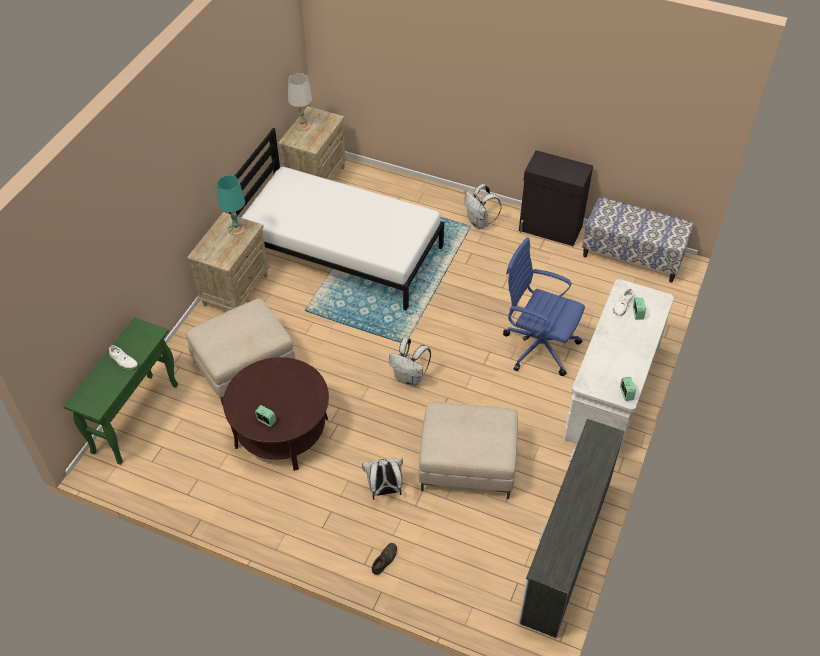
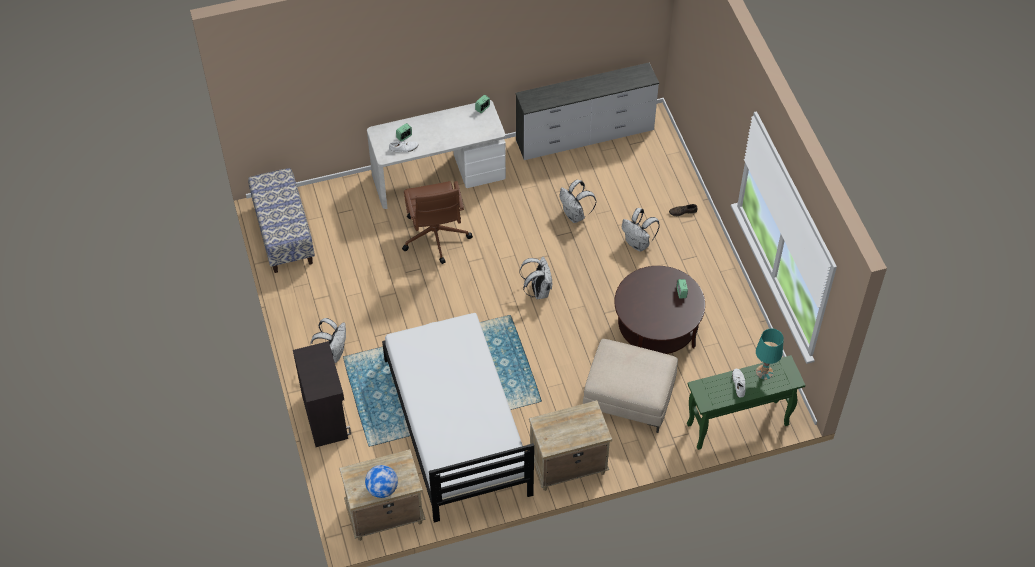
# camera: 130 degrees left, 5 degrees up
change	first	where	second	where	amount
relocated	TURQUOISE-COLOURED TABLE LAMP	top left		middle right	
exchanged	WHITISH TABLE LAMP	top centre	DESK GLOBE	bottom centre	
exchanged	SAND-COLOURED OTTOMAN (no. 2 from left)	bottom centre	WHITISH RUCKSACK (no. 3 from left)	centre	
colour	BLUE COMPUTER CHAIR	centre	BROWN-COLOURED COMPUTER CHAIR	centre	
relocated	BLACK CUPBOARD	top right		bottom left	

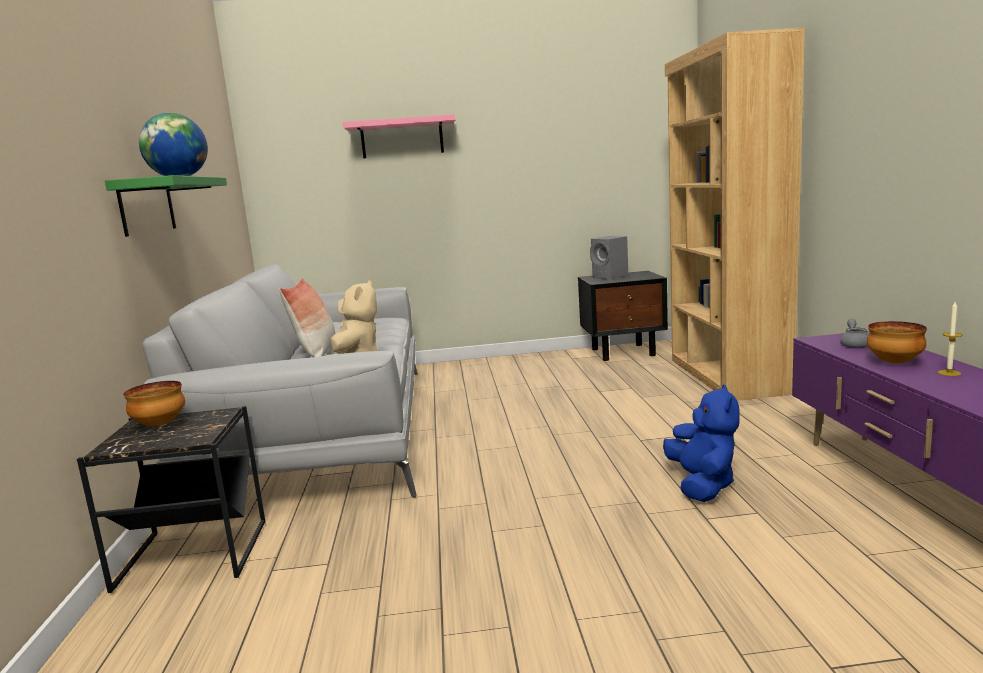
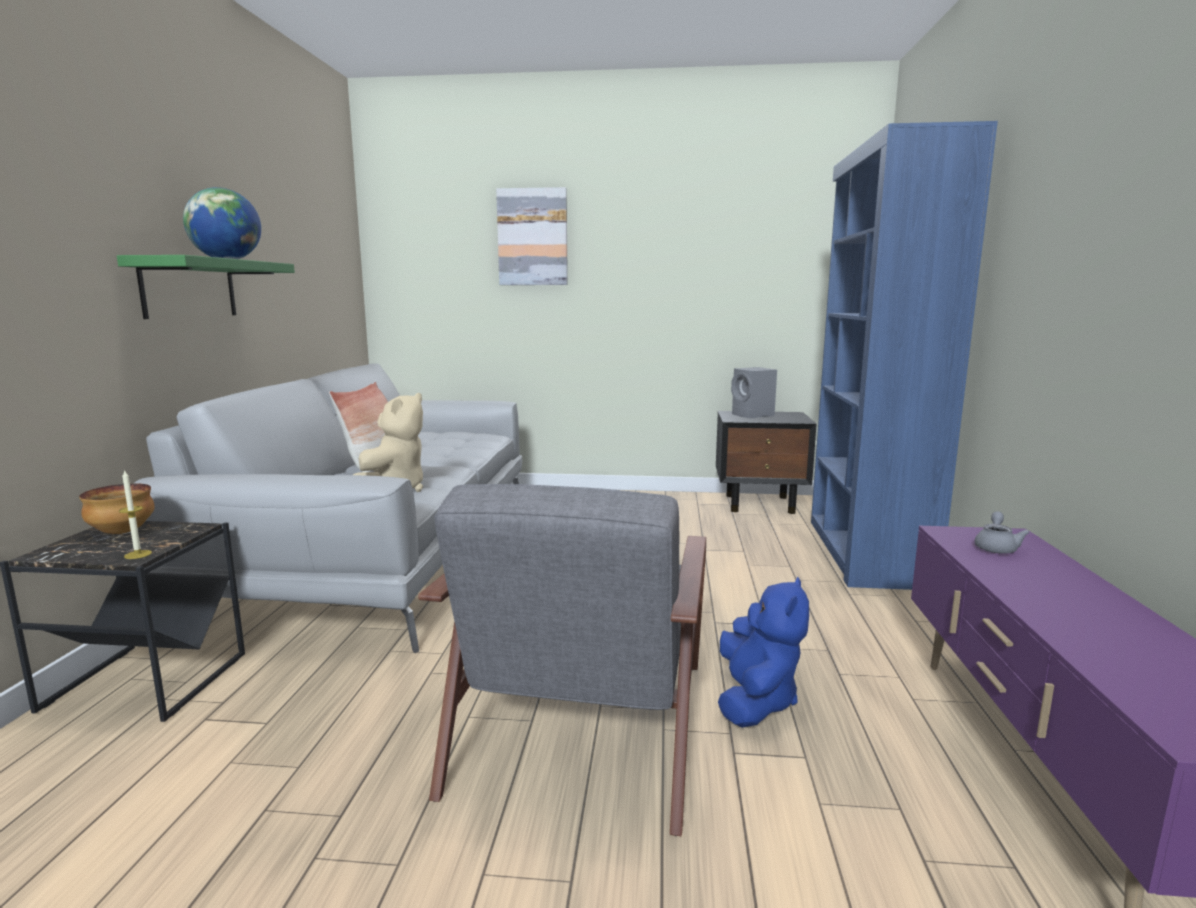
# camera: 10 degrees right, 0 degrees up
change	first	where	second	where	amount
exchanged	PINKISH SHELF	top centre	WALL ART	top centre	
colour	BROWN-COLOURED BOOKCASE	top right	BLUE BOOKCASE	middle right	
missing	SERVING BOWL (no. 2 from left)	middle right			
relocated	WAX CANDLE	middle right		middle left	
appeared			GREYISH ARMCHAIR	bottom centre	

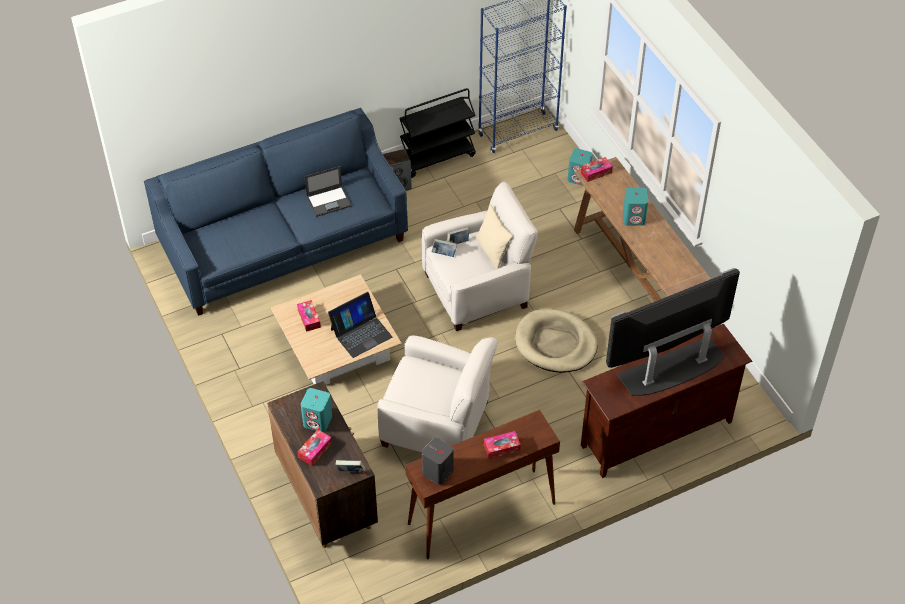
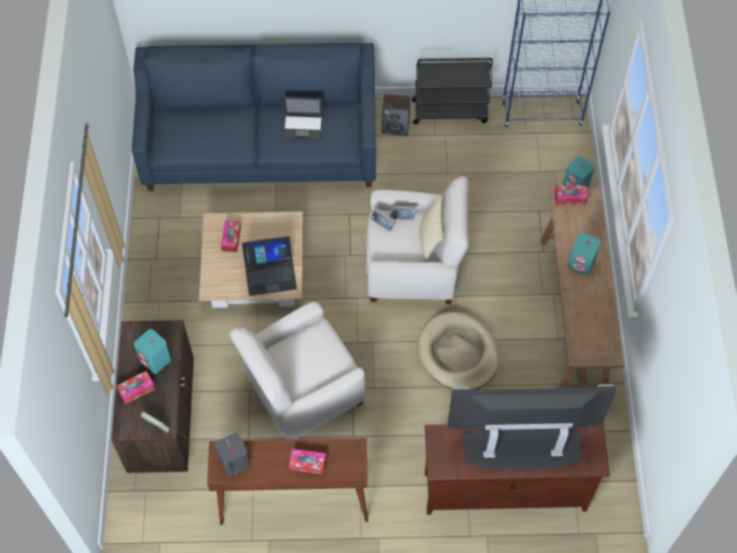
# camera: 25 degrees right, 10 degrees up
change	first	where	second	where	amount
spun	WHITISH ARMCHAIR (no. 1 from left)	centre		bottom centre	105 degrees clockwise

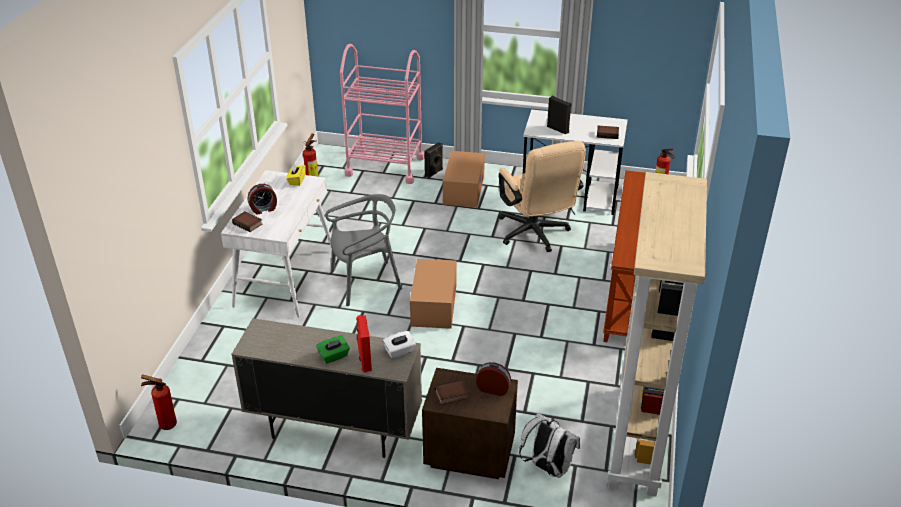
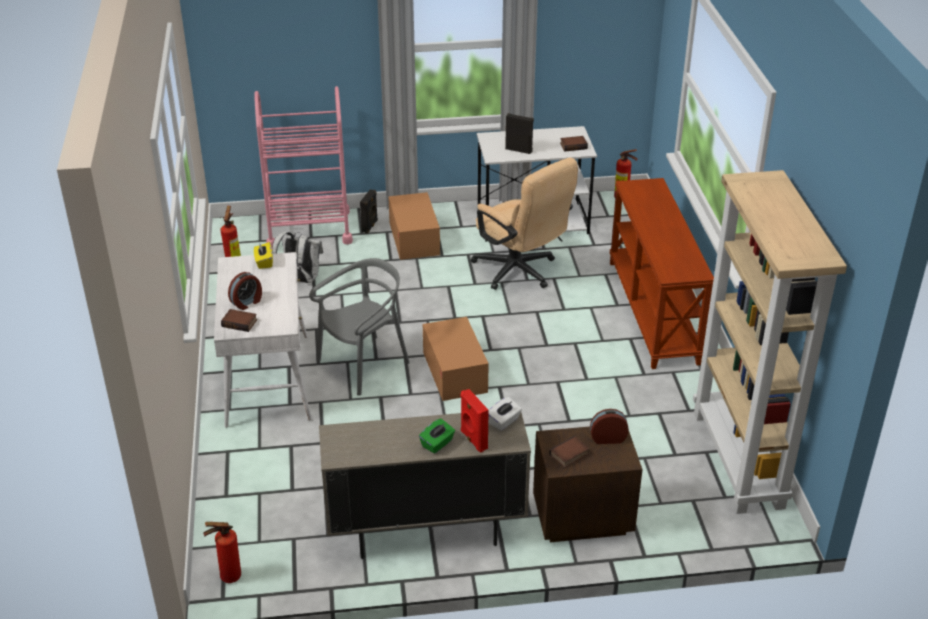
# camera: 20 degrees left, 0 degrees up
change	first	where	second	where	amount
relocated	WHITISH RUCKSACK	bottom centre		middle left	

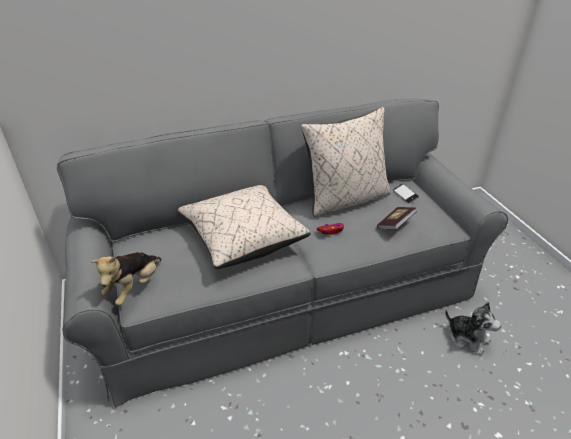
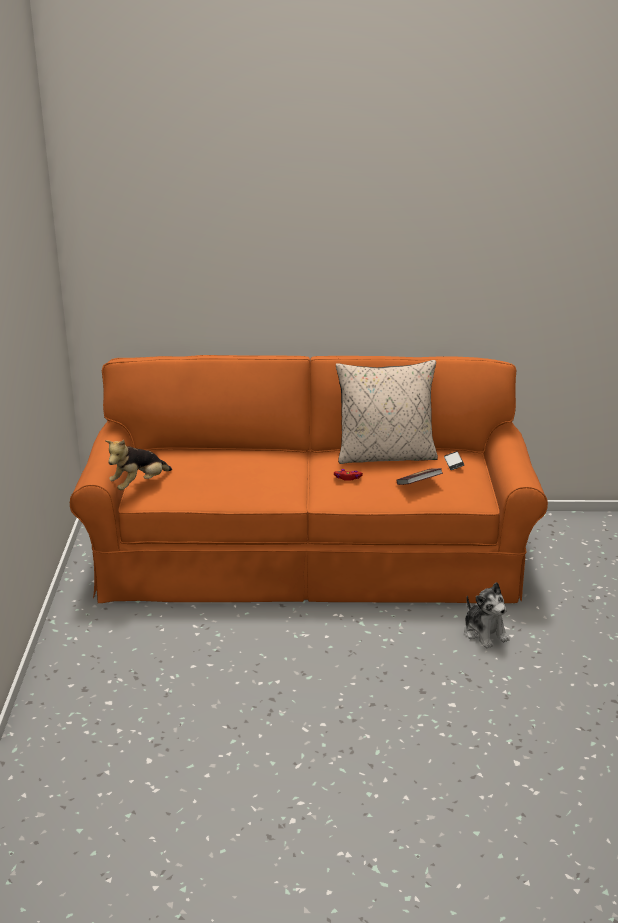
# camera: 20 degrees right, 10 degrees down
change	first	where	second	where	amount
colour	GREYISH COUCH	centre	ORANGE-COLOURED COUCH	centre	
missing	SAND-COLOURED PILLOW (no. 1 from left)	centre			

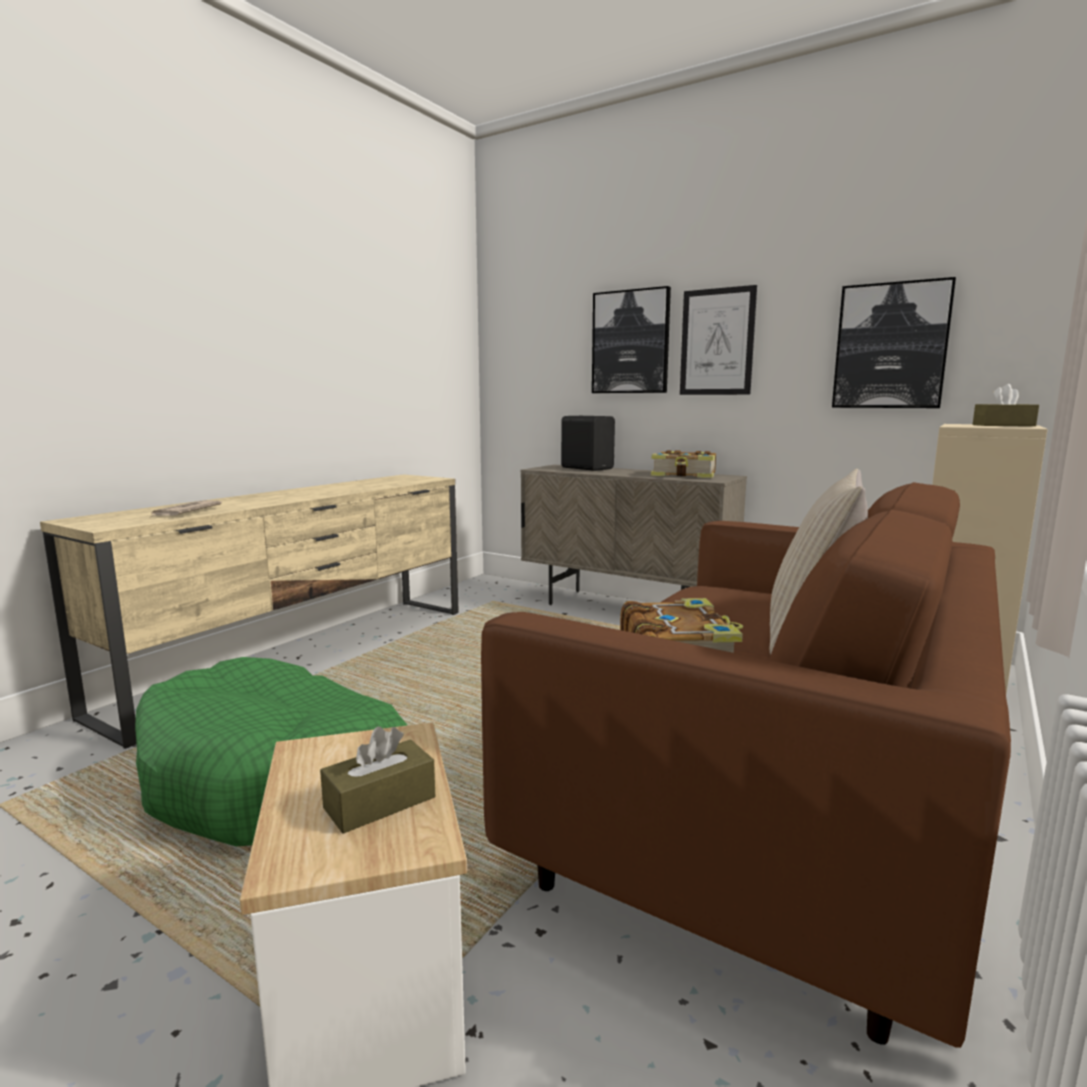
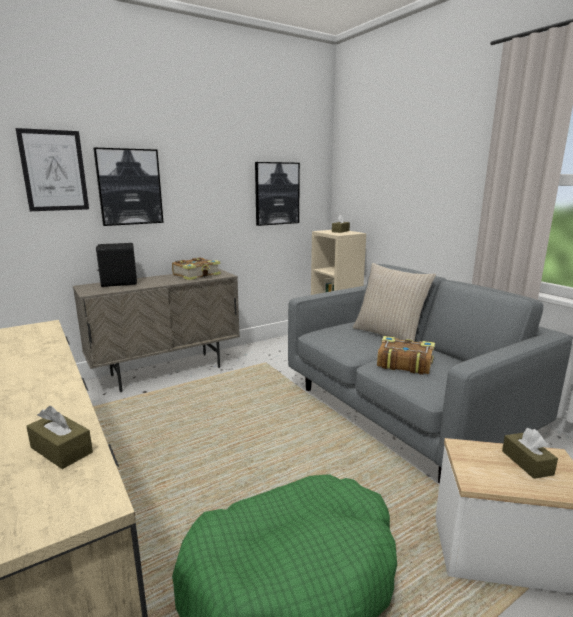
# camera: 65 degrees left, 5 degrees up
change	first	where	second	where	amount
exchanged	NEWSPAPER	middle left	BROWN-COLOURED TISSUE BOX (no. 1 from left)	bottom left	
colour	BROWN-COLOURED COUCH	bottom right	GREYISH COUCH	middle right	
relocated	WALL ART (no. 2 from left in the first image)	top centre	WALL ART (no. 1 from left)	top left	

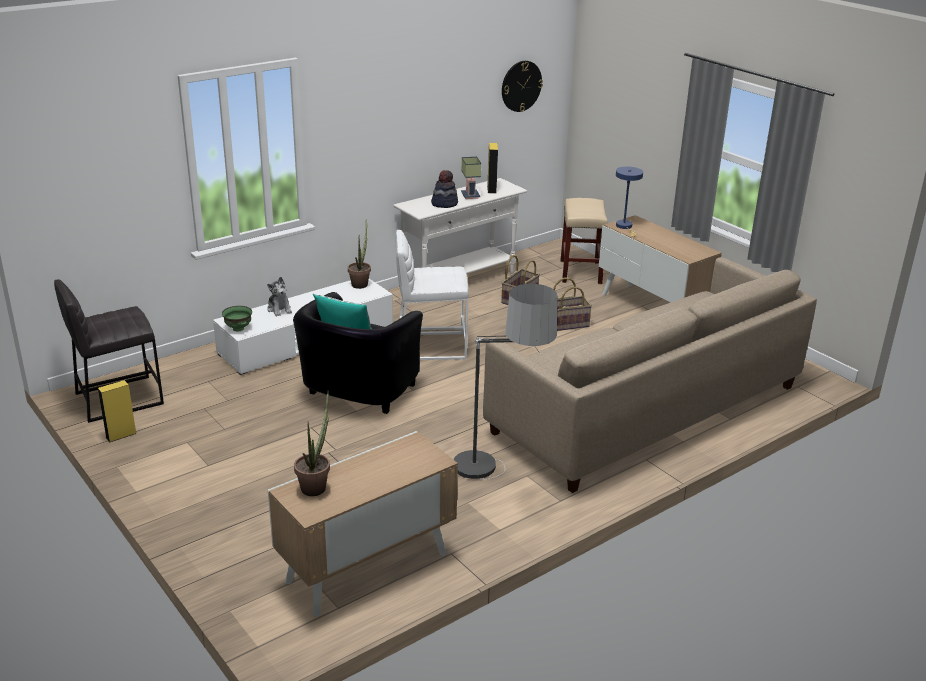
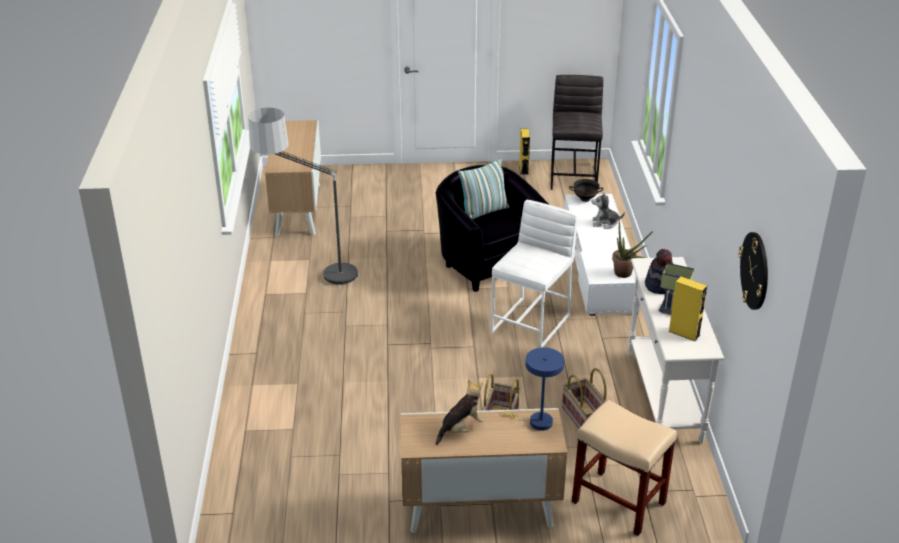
# camera: 125 degrees right, 5 degrees up
change	first	where	second	where	amount
colour	GREEN-COLOURED SERVING BOWL	middle left	BLACK SERVING BOWL	centre	
missing	POTTED PLANT (no. 1 from left)	centre			
missing	SAND-COLOURED COUCH	middle right			
appeared			CUDDLY TOY (no. 1 from left)	bottom centre	

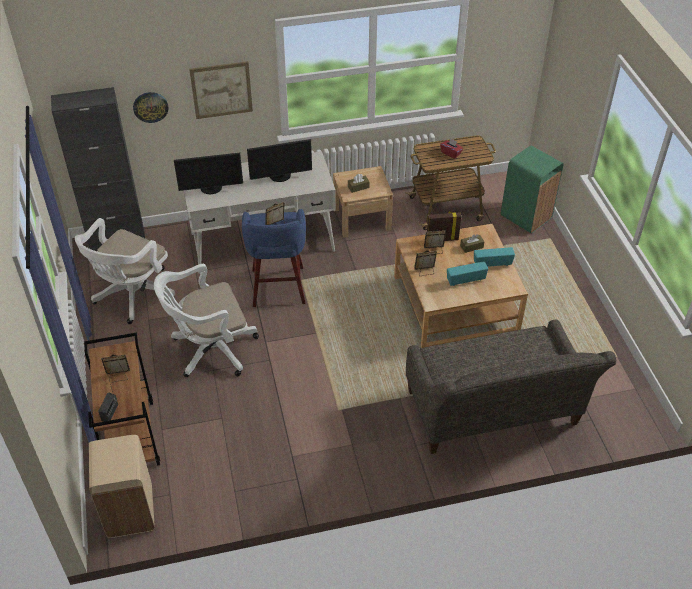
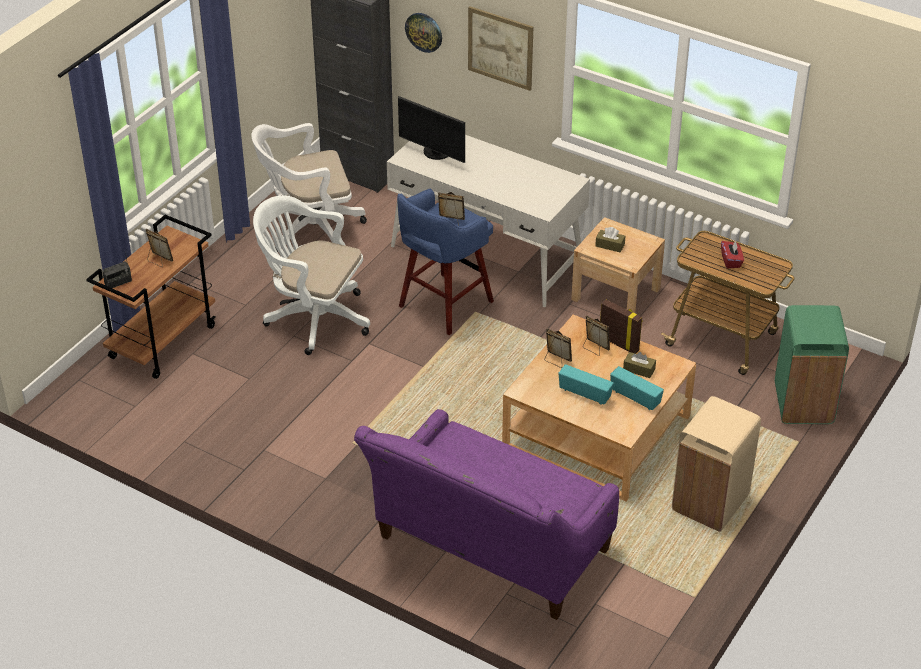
# camera: 45 degrees right, 5 degrees down
change	first	where	second	where	amount
relocated	SAND-COLOURED TRASH CAN	bottom left		bottom right	
missing	COMPUTER DISPLAY (no. 2 from left)	top centre			
colour	GREYISH COUCH	middle right	PURPLISH COUCH	bottom centre	

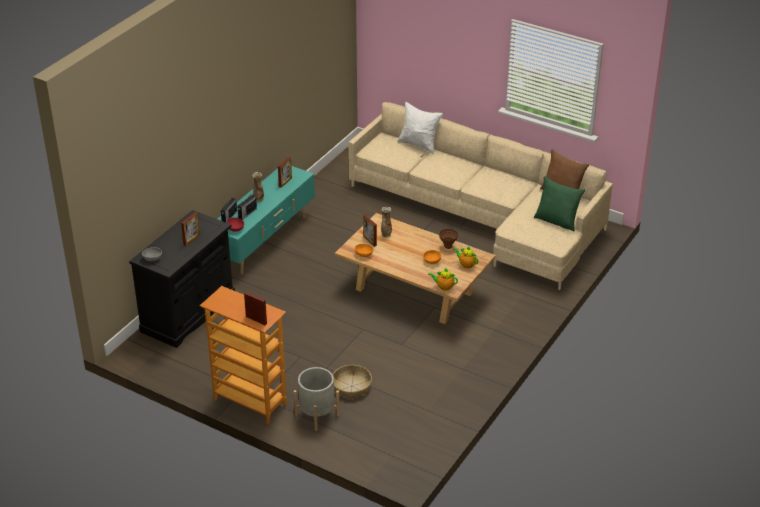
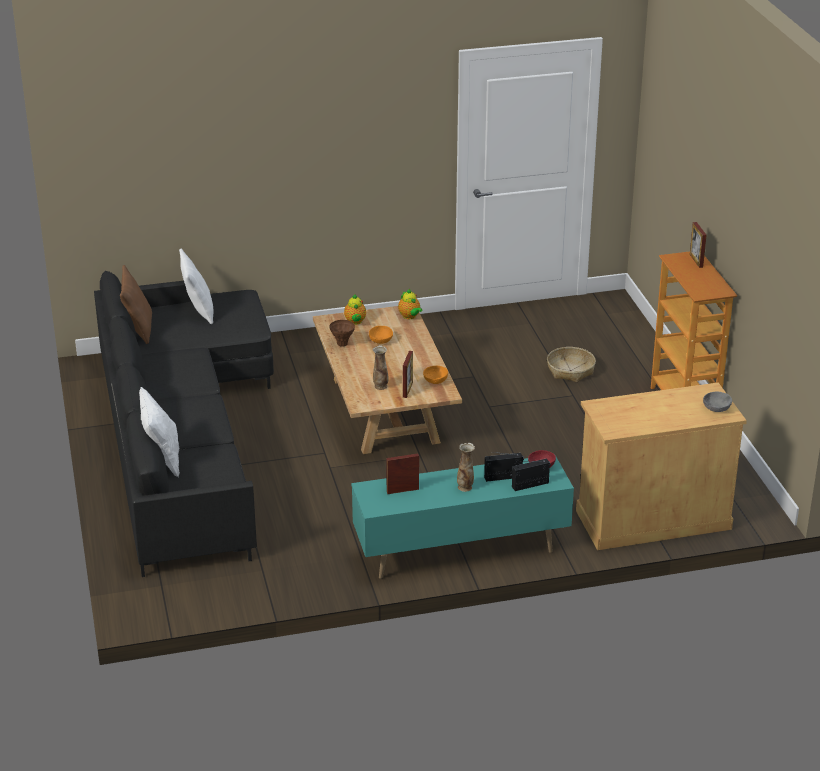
# camera: 135 degrees left, 5 degrees down
change	first	where	second	where	amount
colour	BLACK CUPBOARD	middle left	SAND-COLOURED CUPBOARD	middle right	
missing	PHOTO FRAME (no. 1 from left)	middle left			
missing	GREYISH PLANTER	bottom centre			
colour	SAND-COLOURED COUCH	centre	BLACK COUCH	middle left	
colour	GREEN-COLOURED PILLOW	middle right	WHITISH PILLOW (no. 2 from left)	middle left	

